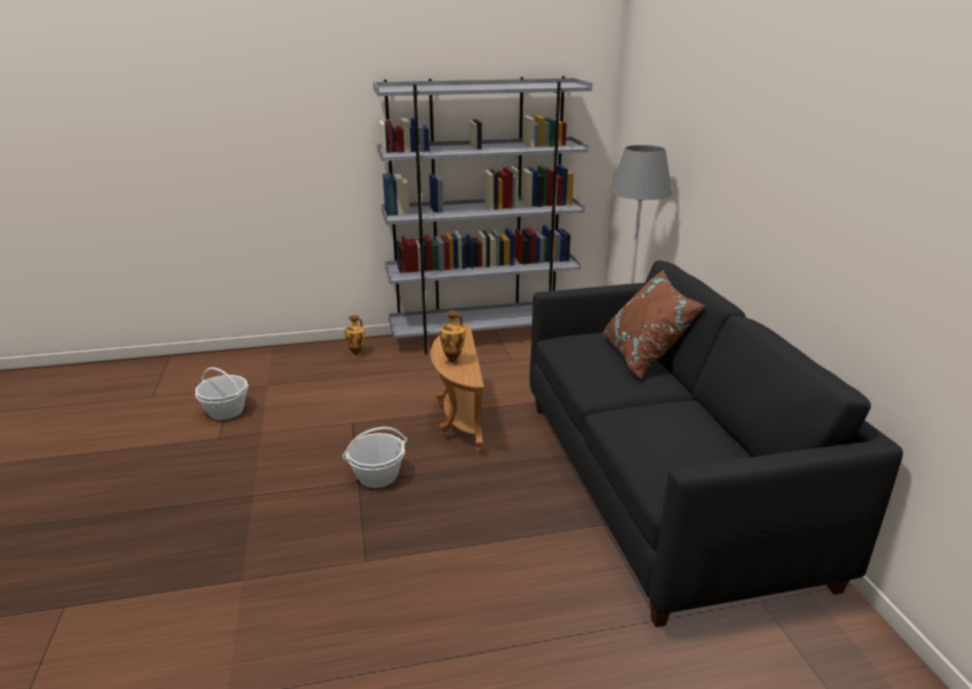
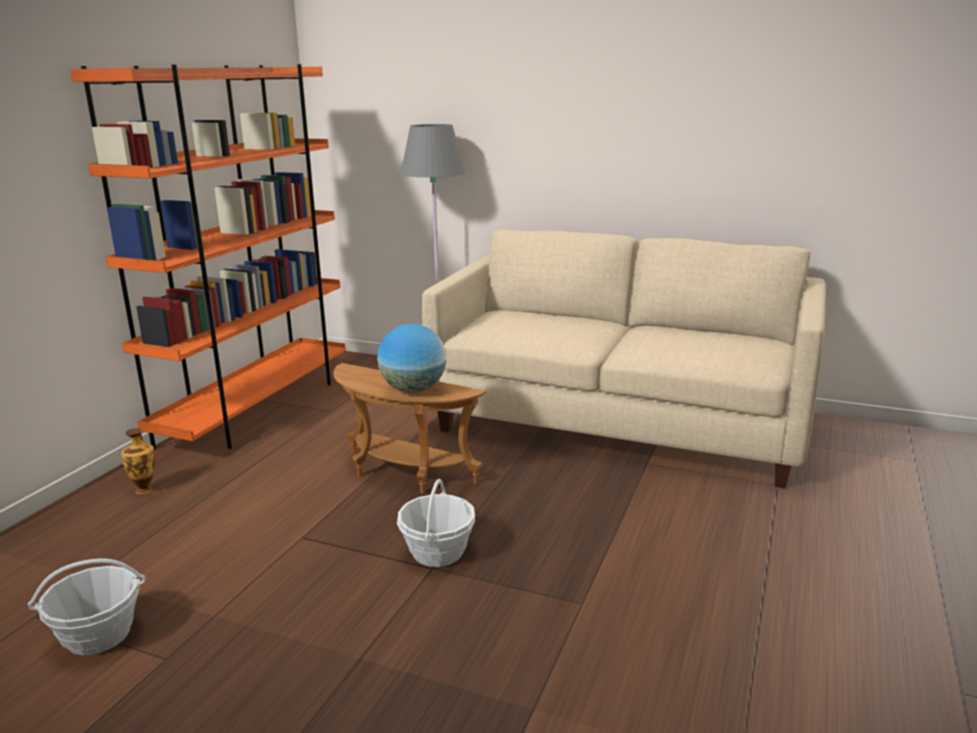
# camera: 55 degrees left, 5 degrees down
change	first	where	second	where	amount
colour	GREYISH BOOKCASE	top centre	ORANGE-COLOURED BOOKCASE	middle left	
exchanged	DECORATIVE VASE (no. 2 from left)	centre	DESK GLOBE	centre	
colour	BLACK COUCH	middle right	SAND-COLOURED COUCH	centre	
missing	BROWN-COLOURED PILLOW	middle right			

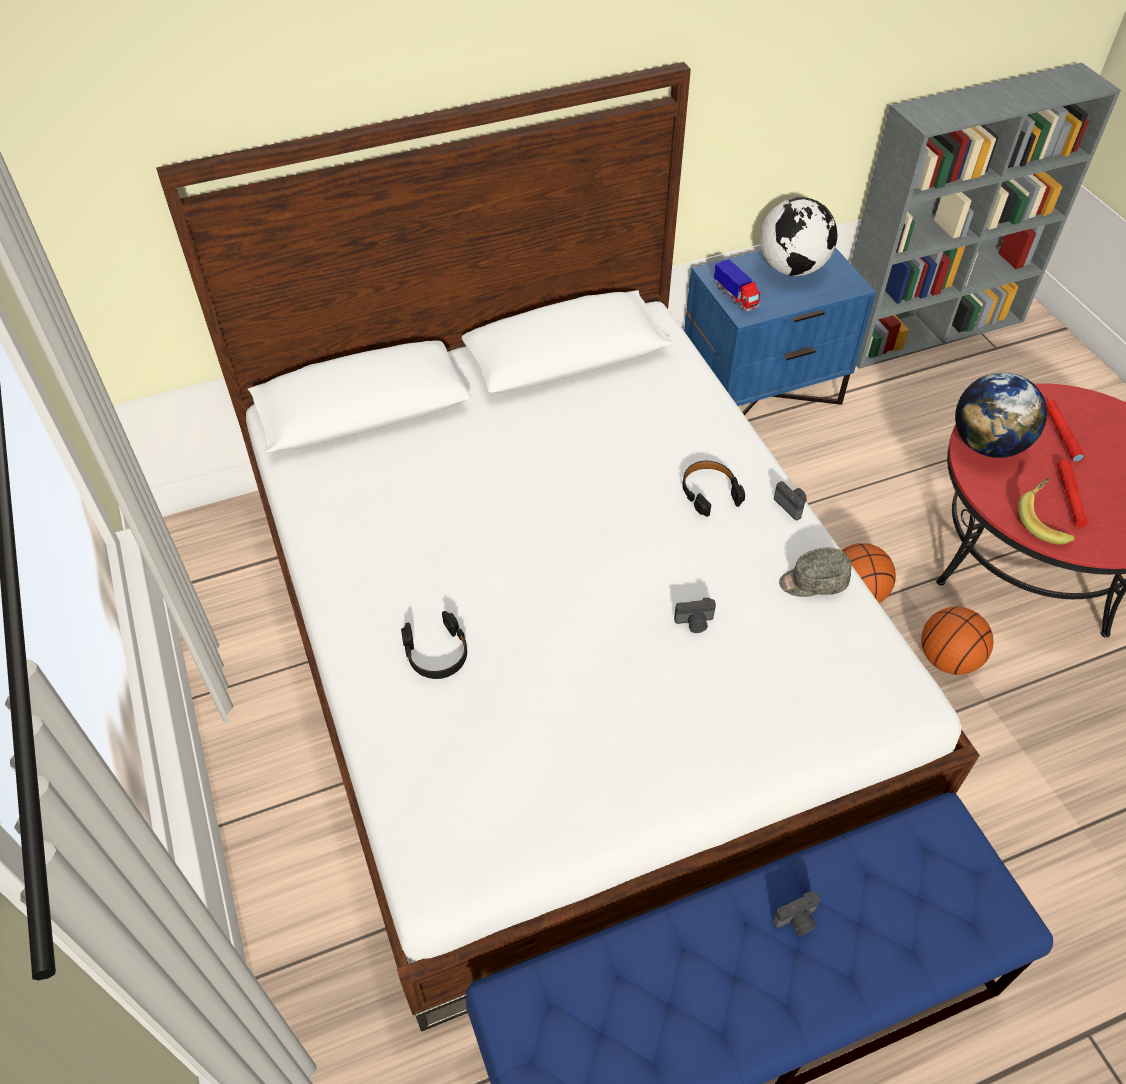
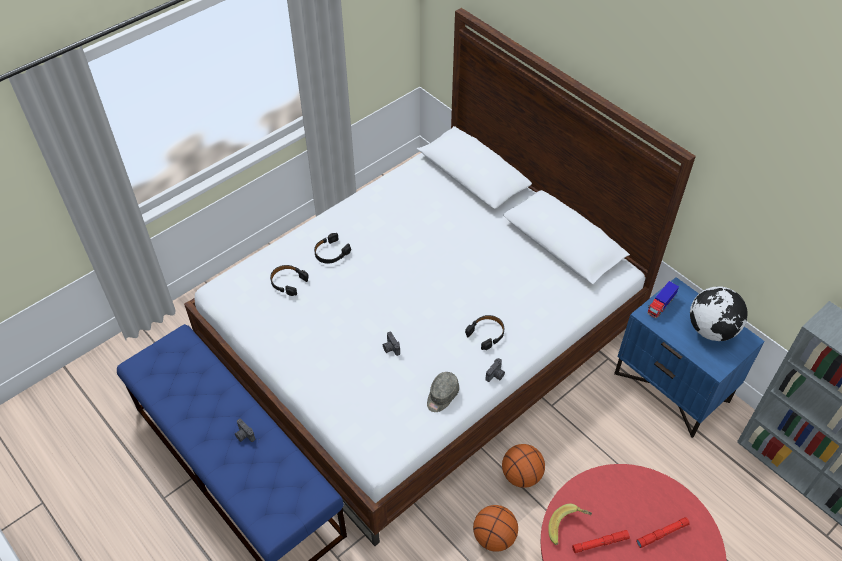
# camera: 70 degrees right, 0 degrees up
change	first	where	second	where	amount
spun	GREYISH CAP	middle right		bottom centre	120 degrees counterclockwise
missing	DESK GLOBE (no. 2 from left)	middle right			
appeared			BLACK HEADSET (no. 1 from left)	centre	

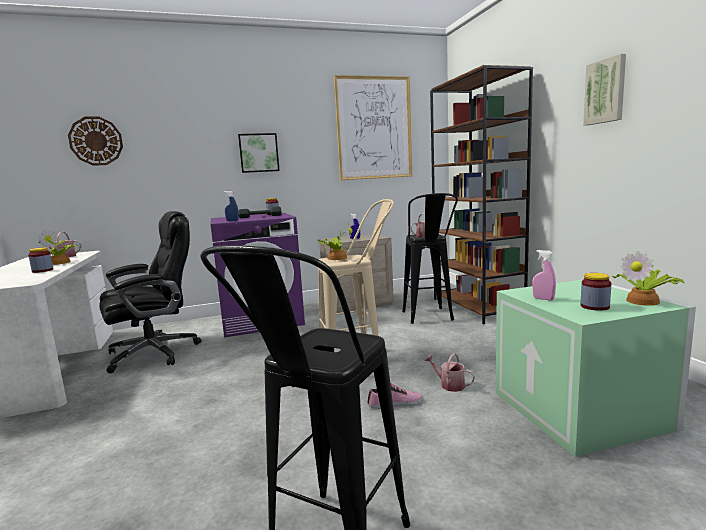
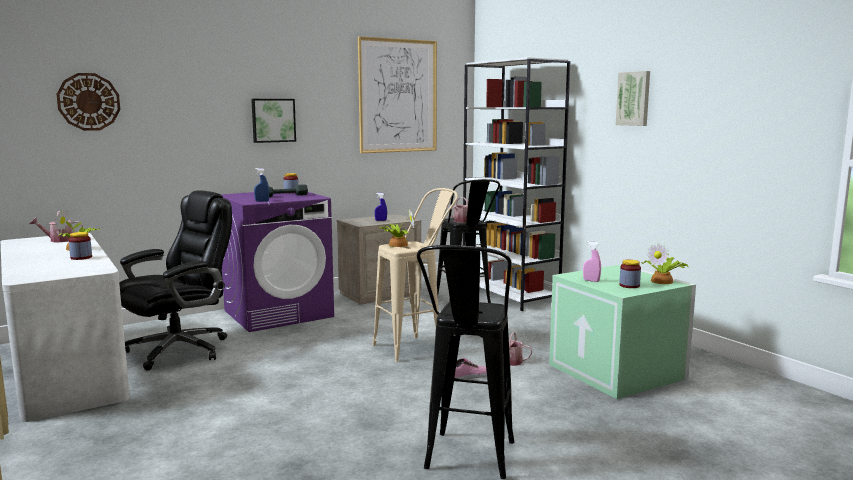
# camera: 15 degrees left, 0 degrees up
change	first	where	second	where	amount
colour	BROWN-COLOURED BOOKCASE	middle right	WHITISH BOOKCASE	centre	

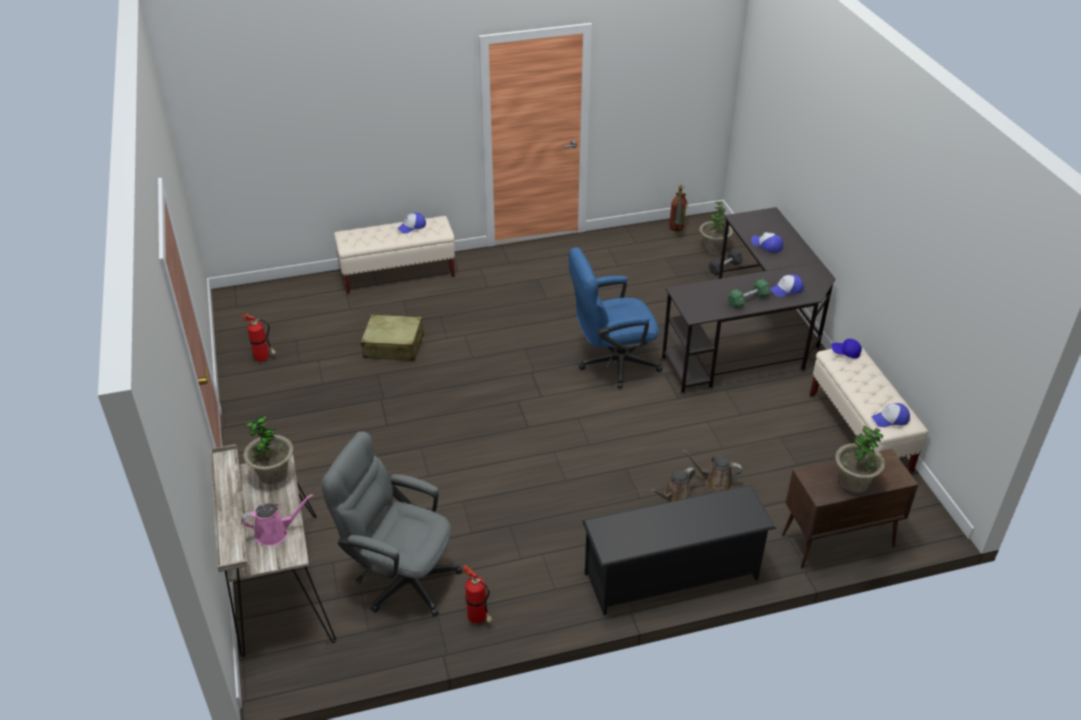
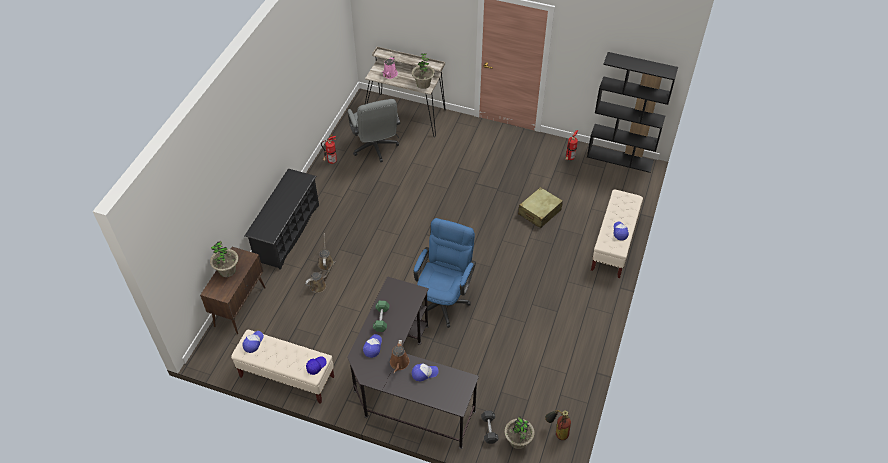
# camera: 125 degrees right, 10 degrees up
change	first	where	second	where	amount
spun	GREYISH COMPUTER CHAIR	bottom centre		top centre	105 degrees clockwise
appeared			BROWN-COLOURED WATERING CAN (no. 3 from left)	bottom centre	
appeared			BLACK BOOKCASE	top right	

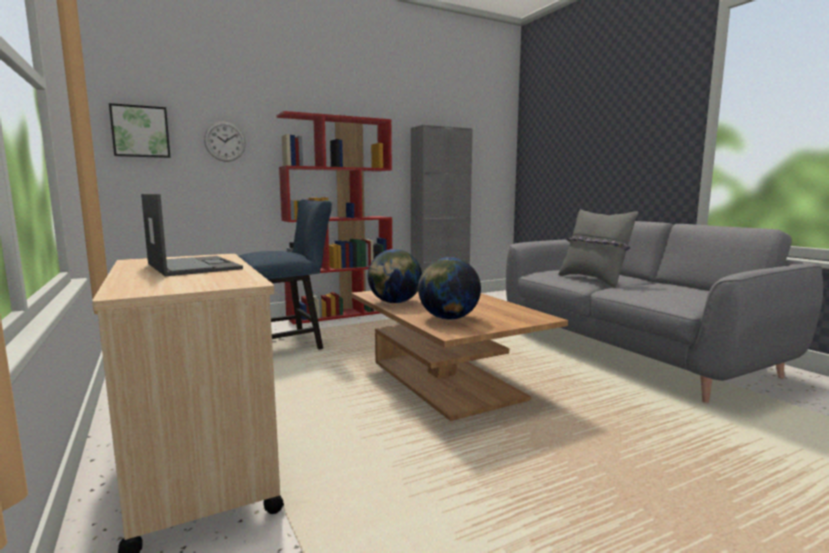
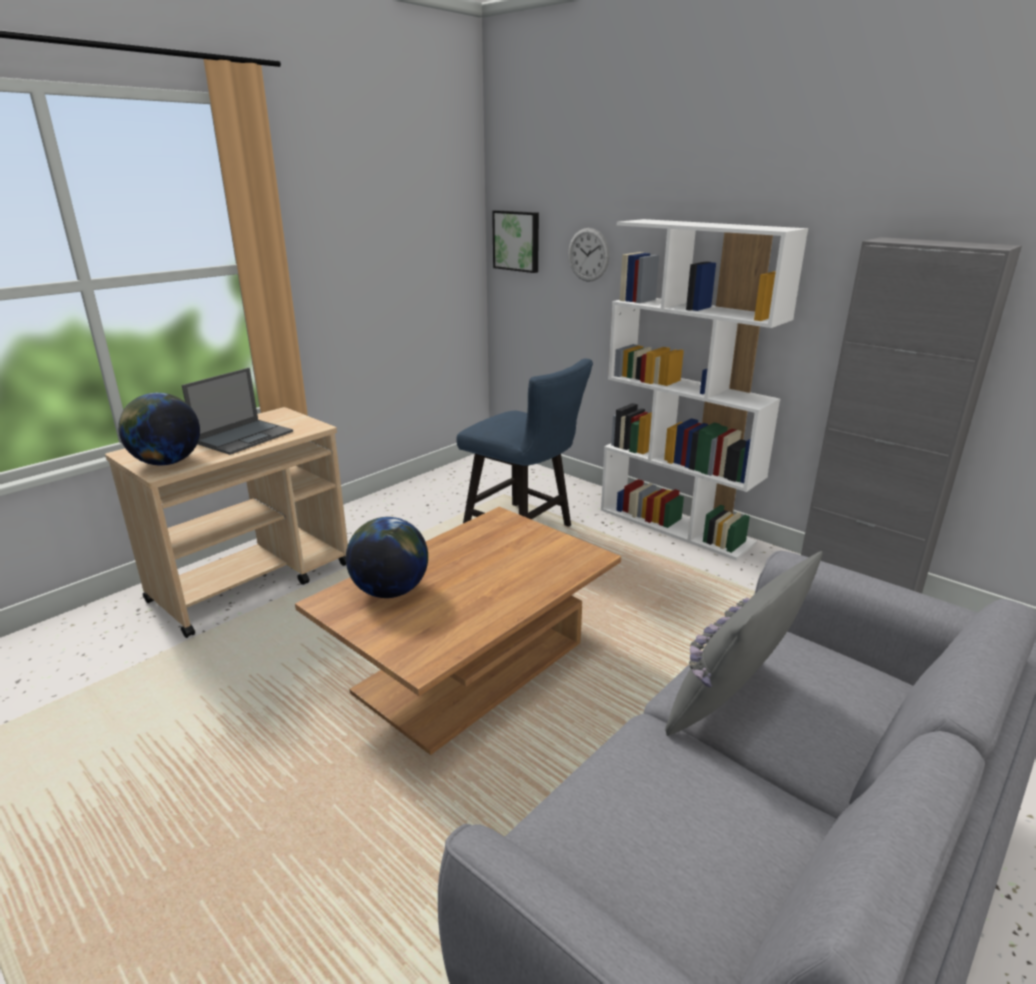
# camera: 70 degrees right, 15 degrees up
change	first	where	second	where	amount
colour	RED-COLOURED BOOKCASE	centre	WHITISH BOOKCASE	middle right	
relocated	DESK GLOBE (no. 1 from left)	centre		middle left	

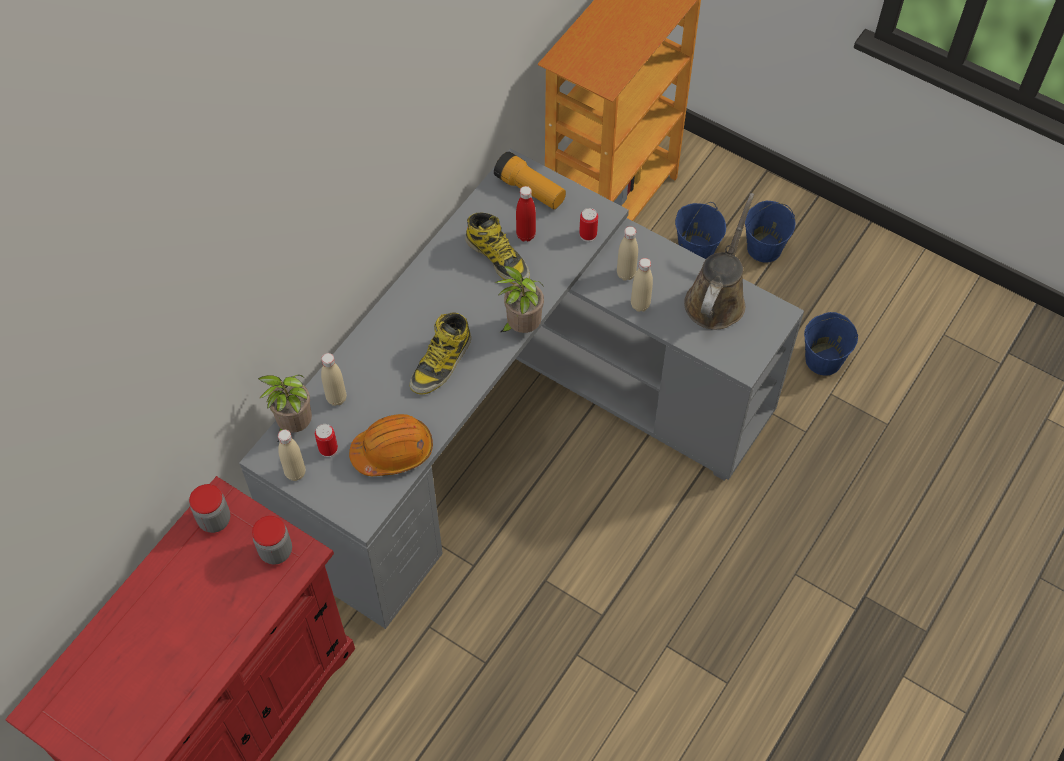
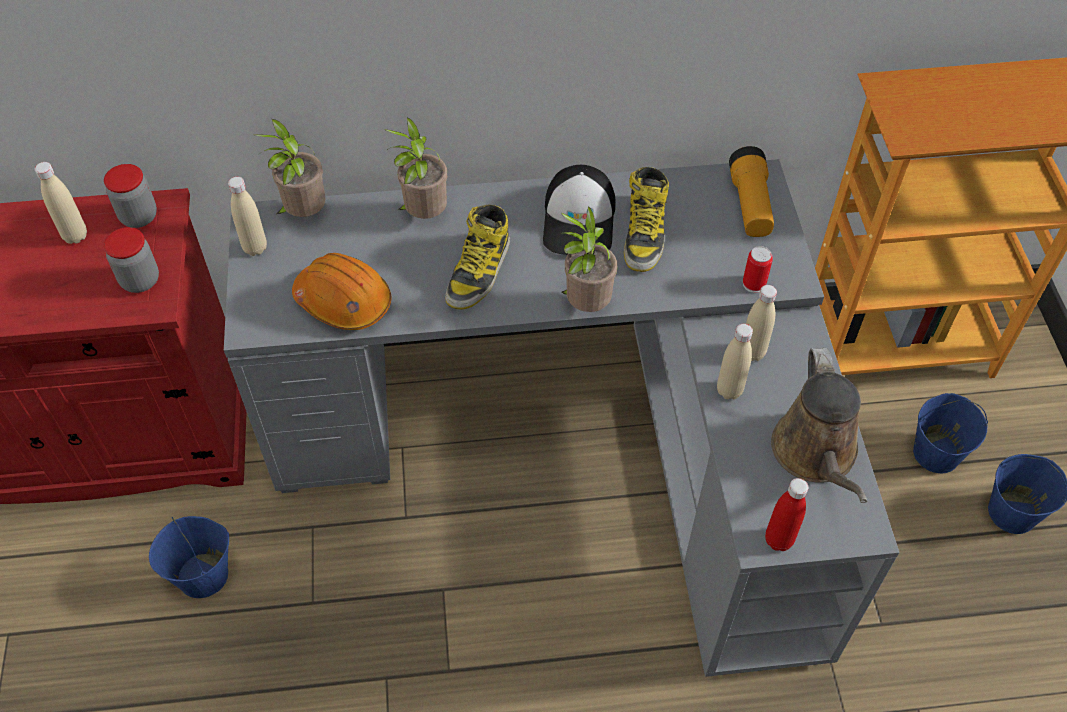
# camera: 50 degrees right, 5 degrees down
change	first	where	second	where	amount
missing	SEALED CAN (no. 1 from left)	middle left			
relocated	SAND-COLOURED BEVERAGE BOTTLE (no. 2 from left in the first image)	middle left	SAND-COLOURED BEVERAGE BOTTLE (no. 1 from left)	top left	
spun	HIGH-TOP BOOT (no. 1 from left)	centre		centre	60 degrees counterclockwise
relocated	RED-COLOURED BEVERAGE BOTTLE	top centre		bottom right	
spun	BROWN-COLOURED WATERING CAN	middle right		middle right	105 degrees clockwise
relocated	BLUE PAIL (no. 3 from left in the first image)	middle right	BLUE PAIL (no. 1 from left)	bottom left	
appeared			POTTED PLANT (no. 2 from left)	top centre	
appeared			CAP	top centre	

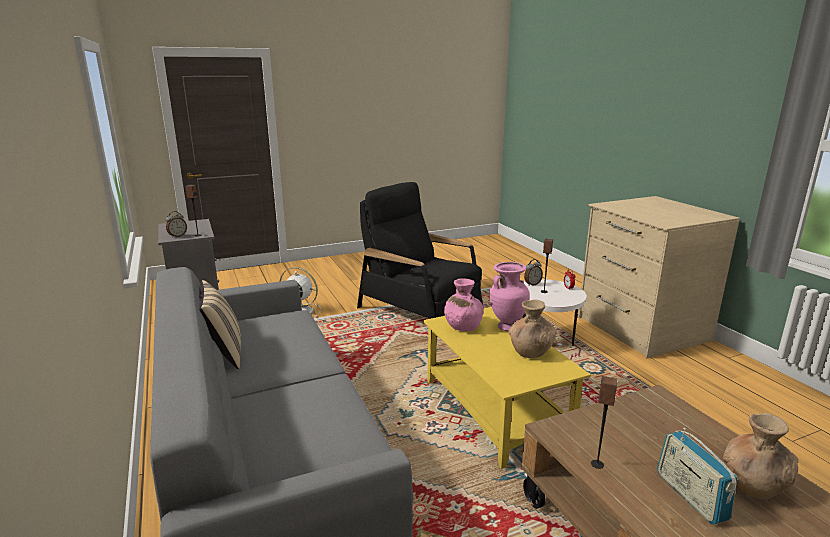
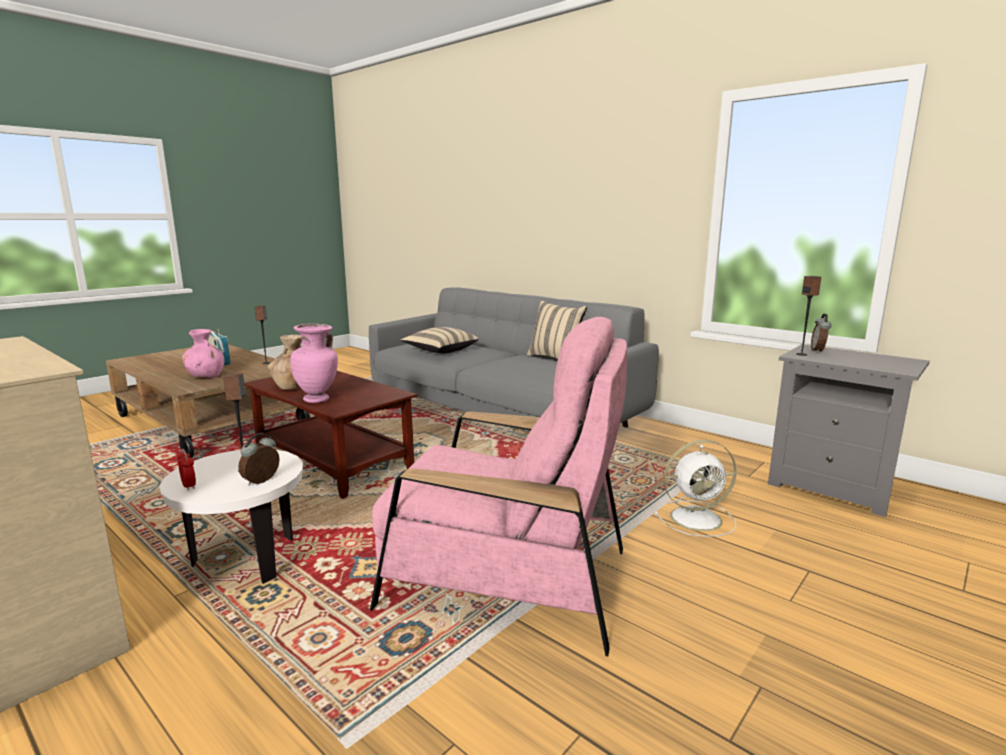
# camera: 155 degrees right, 5 degrees down
change	first	where	second	where	amount
colour	BLACK ARMCHAIR	centre	PINKISH ARMCHAIR	centre	
colour	YELLOWISH LOUNGE TABLE	bottom centre	BROWN-COLOURED LOUNGE TABLE (no. 2 from left)	middle left	
relocated	PINKISH DECORATIVE VASE (no. 1 from left)	centre		middle left	
missing	BROWN-COLOURED DECORATIVE VASE (no. 2 from left)	bottom right			
appeared			SAND-COLOURED PILLOW (no. 1 from left)	centre	

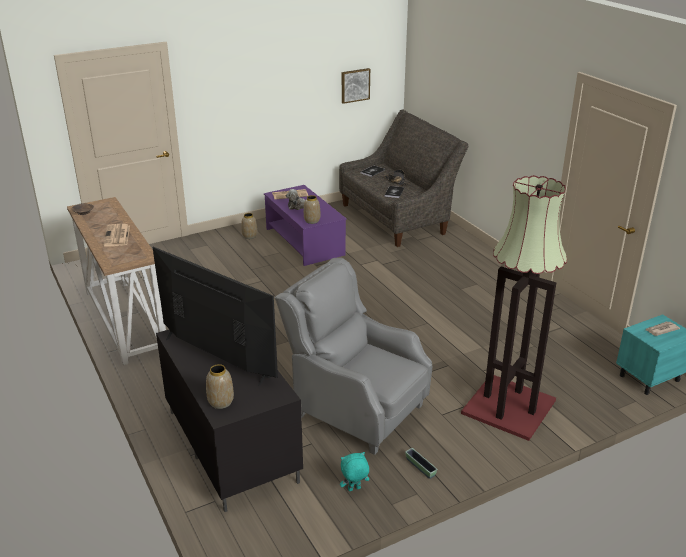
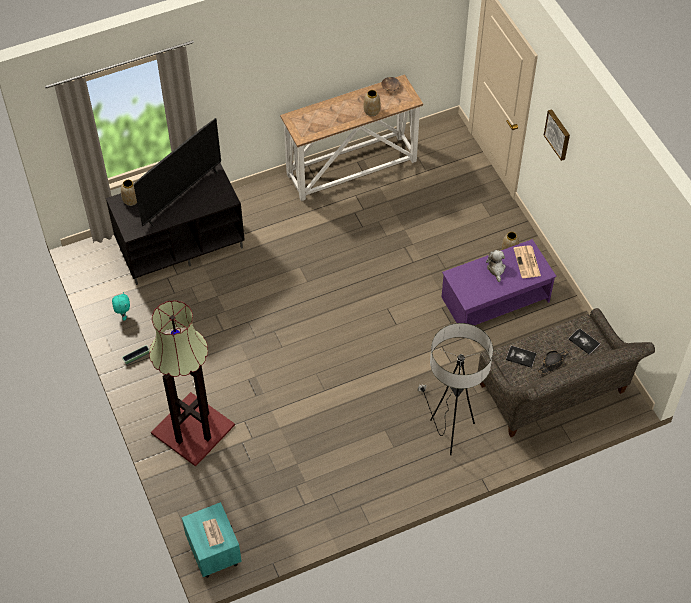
# camera: 95 degrees right, 25 degrees up
change	first	where	second	where	amount
missing	NEWSPAPER (no. 1 from left)	middle left			
missing	GREYISH ARMCHAIR	centre			
relocated	DECORATIVE VASE (no. 3 from left in the first image)	centre	DECORATIVE VASE (no. 2 from left)	top centre	
relocated	WALL ART	top centre		top right	
appeared			STANDARD LAMP (no. 2 from left)	centre	

